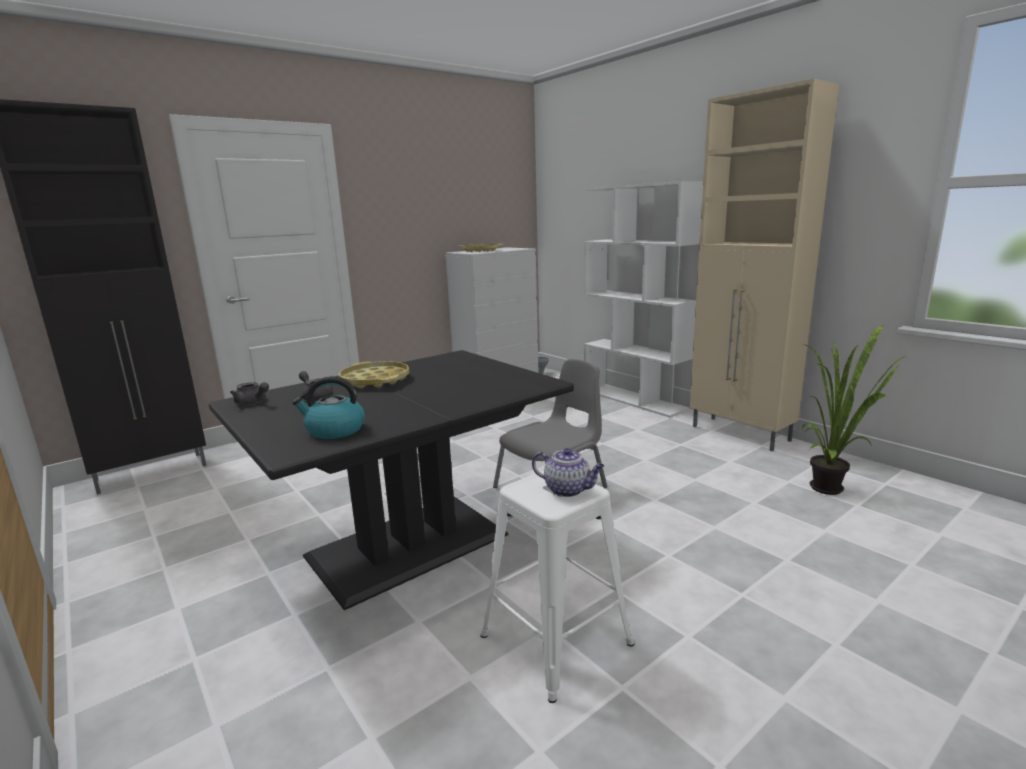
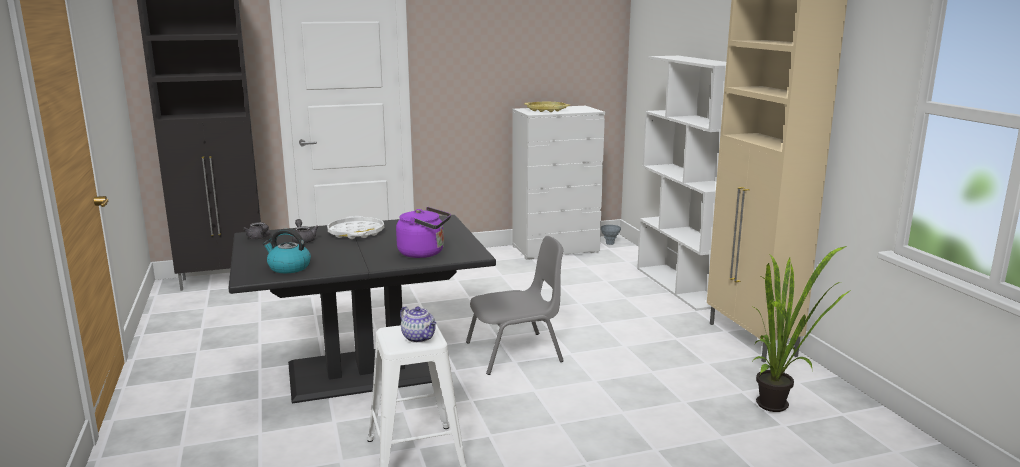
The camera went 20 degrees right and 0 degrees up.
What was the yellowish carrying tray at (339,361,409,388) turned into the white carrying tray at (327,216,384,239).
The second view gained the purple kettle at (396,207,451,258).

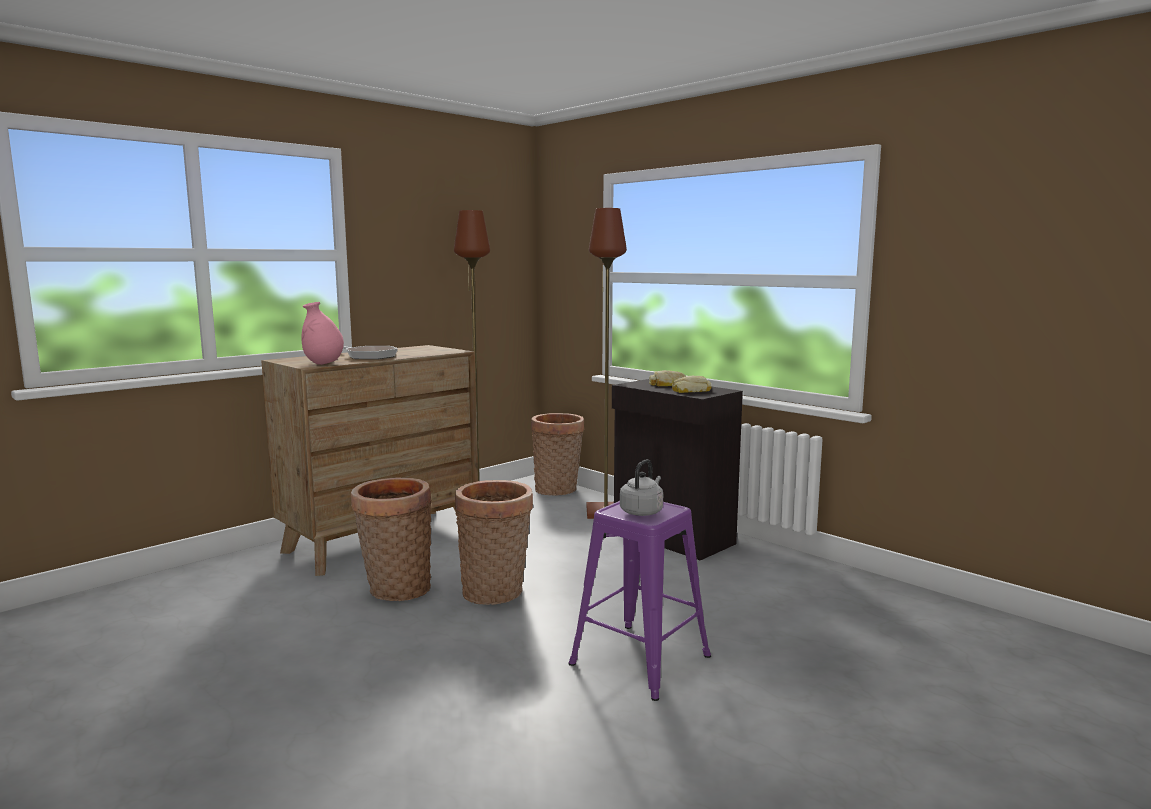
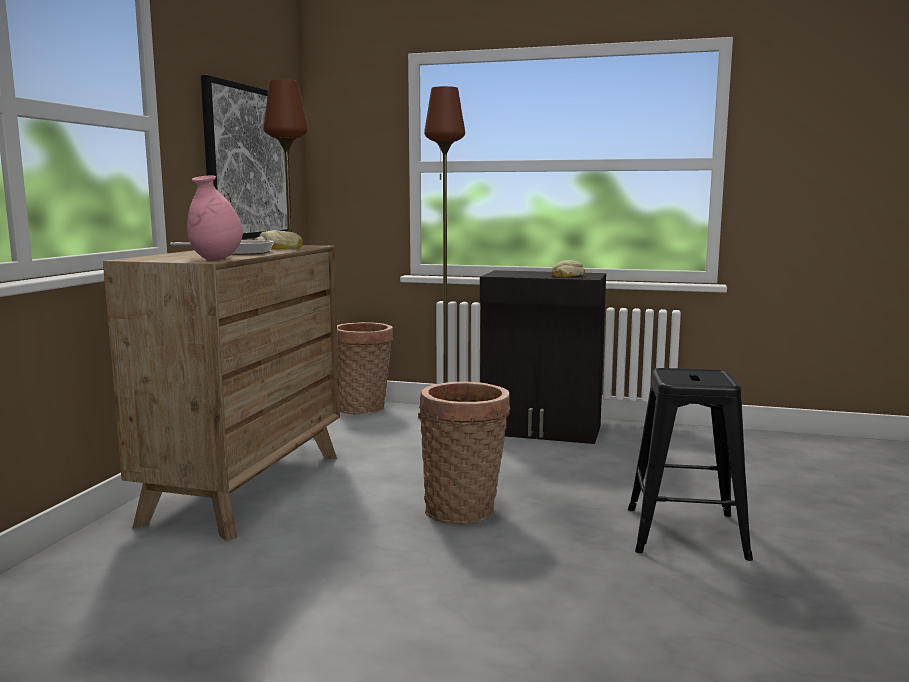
The camera went 30 degrees left and 0 degrees up.
The bakery bread ended up elsewhere, having gone from (649,370,686,386) to (255,230,303,250).
The second view lost the grey kettle at (620,459,663,516).
The second view lost the basket at (351,478,432,601).
What was the purple stool at (568,501,711,701) turned into the black-coloured stool at (628,368,753,561).
The second view gained the wall picture at (201,75,292,239).

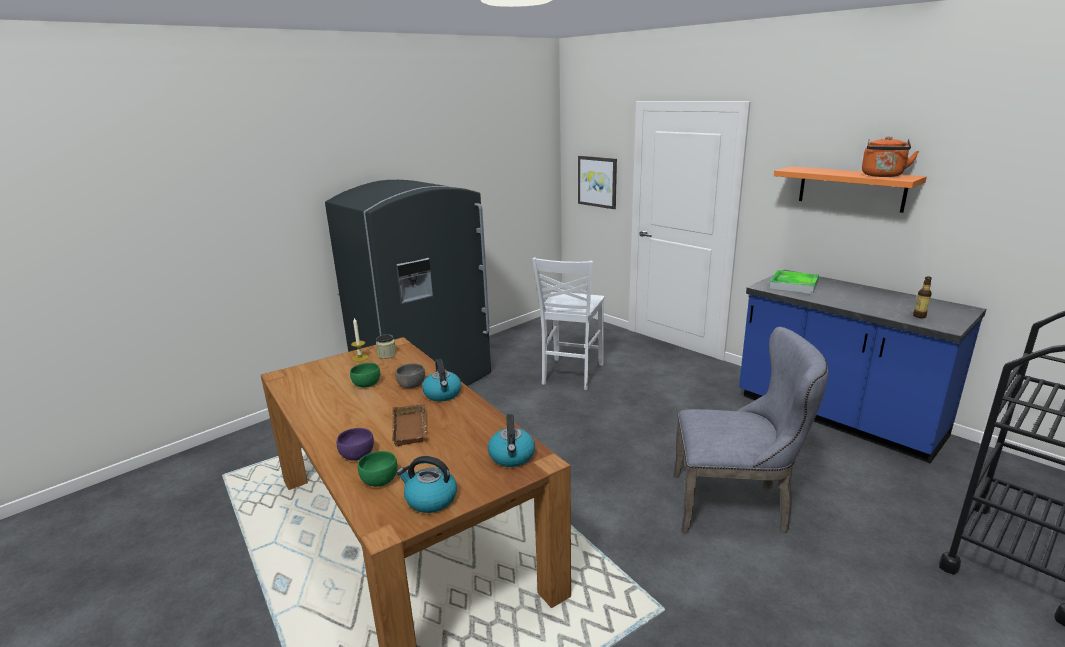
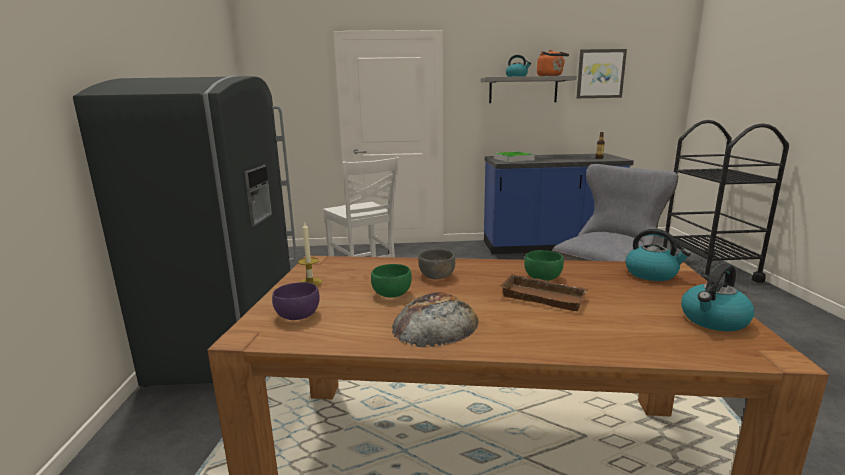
The camera went 50 degrees left and 5 degrees down.
The wall picture ended up elsewhere, having gone from (578,156,617,209) to (576,49,627,98).
What was the orangey wall shelf at (774,166,927,213) turned into the grey wall shelf at (481,76,577,103).
The second view lost the storage jar at (376,334,396,359).
The kettle ended up elsewhere, having gone from (422,359,462,401) to (506,55,531,77).
The purple serving bowl ended up elsewhere, having gone from (337,428,374,461) to (272,282,320,320).
The green-coloured serving bowl ended up elsewhere, having gone from (358,451,398,487) to (524,250,564,281).
The second view gained the bakery bread at (391,292,479,347).

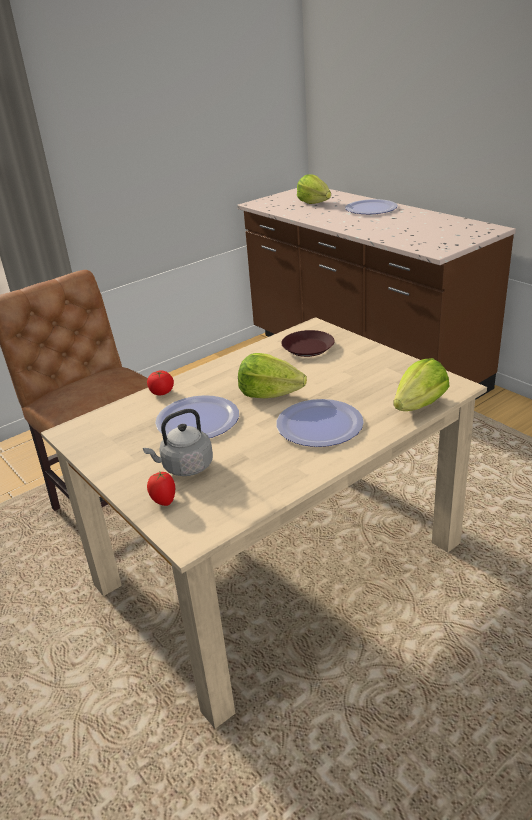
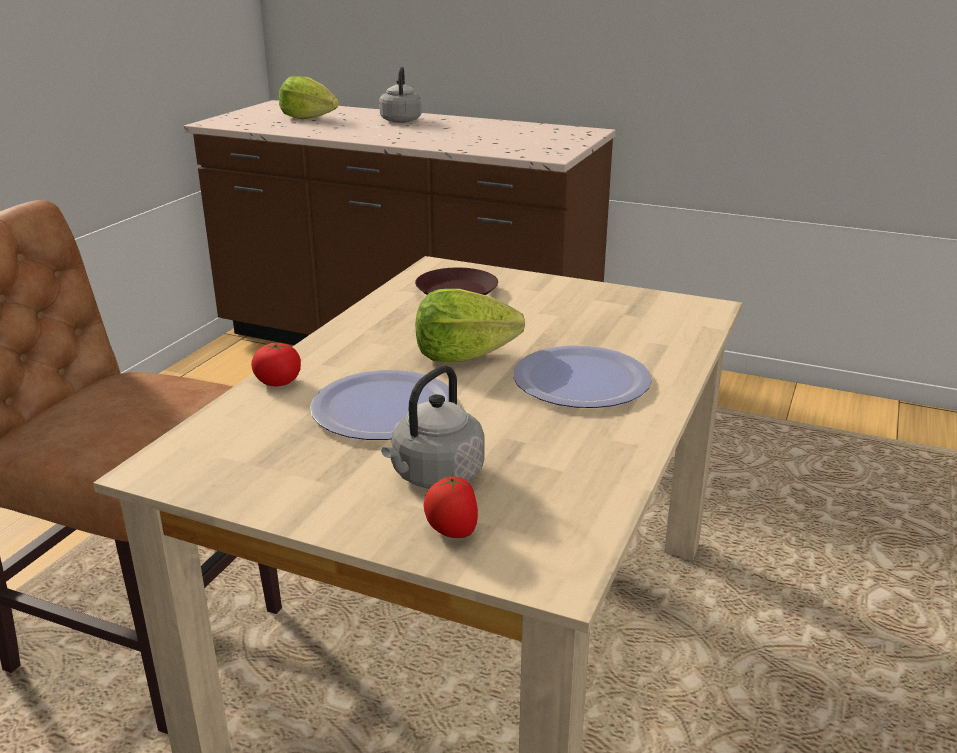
The camera went 30 degrees left and 5 degrees down.
Where the dinner plate stood at (345,199,398,214), the grey kettle came to stand at (379,66,422,123).
The second view lost the head of lettuce at (393,358,450,411).

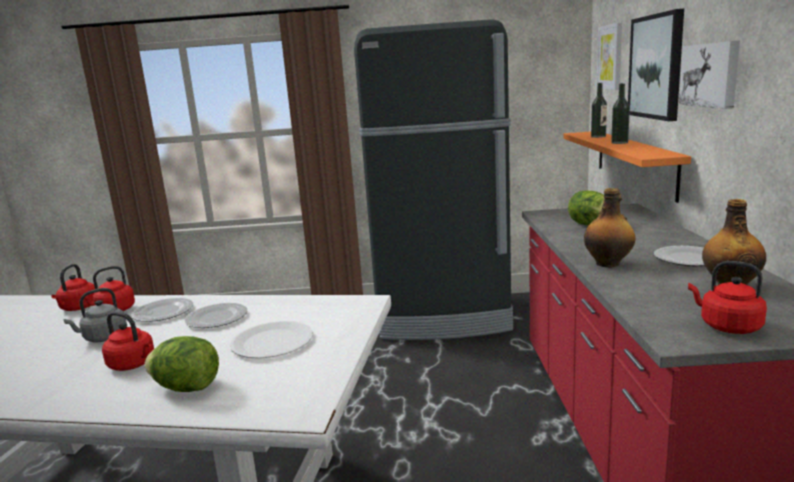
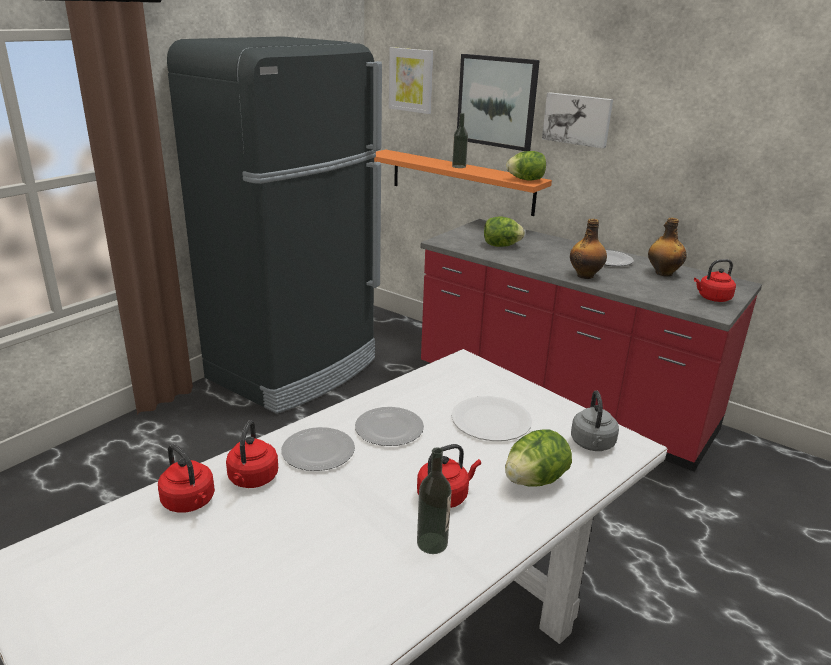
The camera went 55 degrees left and 10 degrees up.
The bottle ended up elsewhere, having gone from (591,83,607,138) to (417,447,452,554).
The grey kettle ended up elsewhere, having gone from (64,288,127,342) to (571,390,619,451).
The second view gained the head of lettuce at (506,151,546,181).

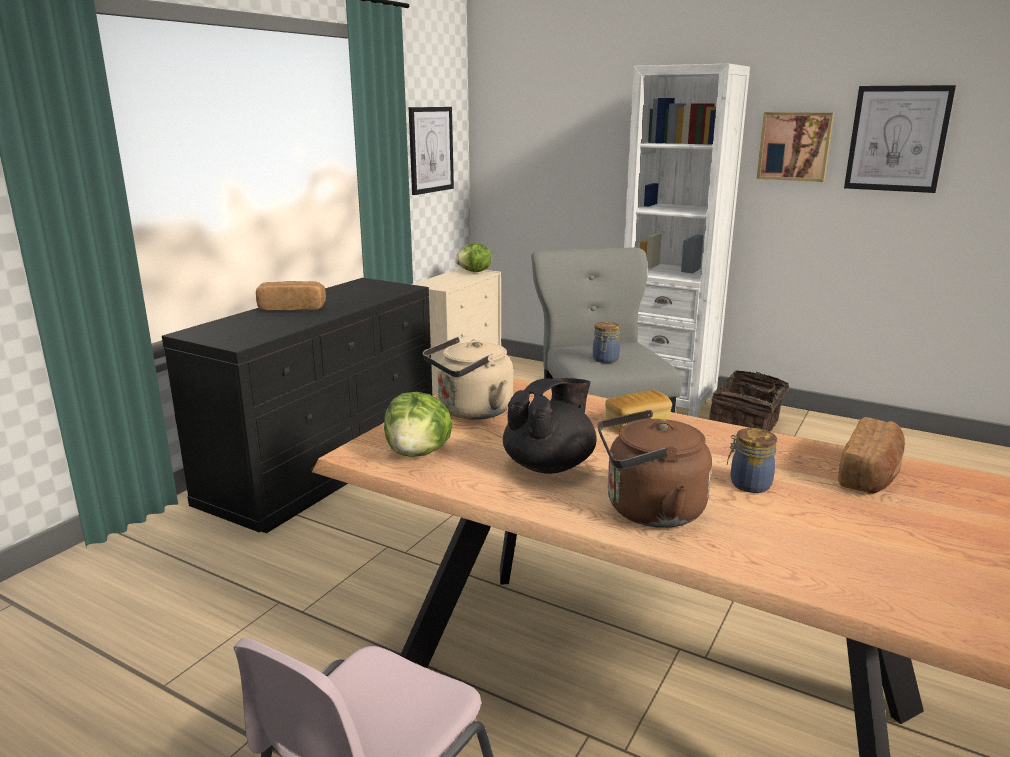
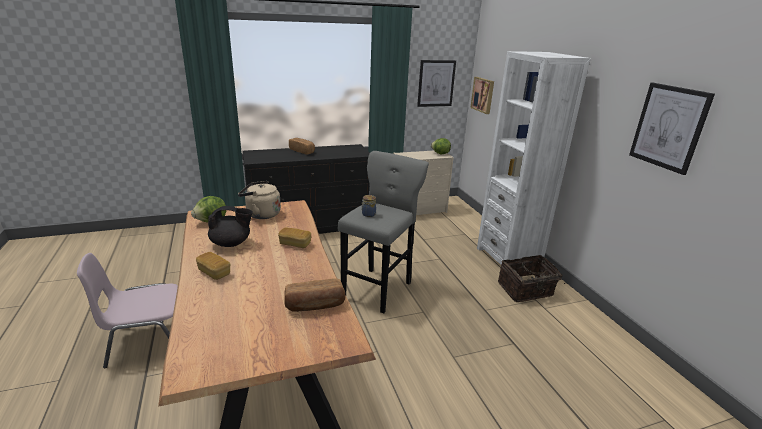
The camera went 40 degrees right and 5 degrees up.
The wall picture ended up elsewhere, having gone from (757,112,834,182) to (470,77,494,114).
Where the brown-coloured kettle stood at (598,410,712,528), the bakery bread came to stand at (196,252,231,280).
The second view lost the storage jar at (727,428,777,493).

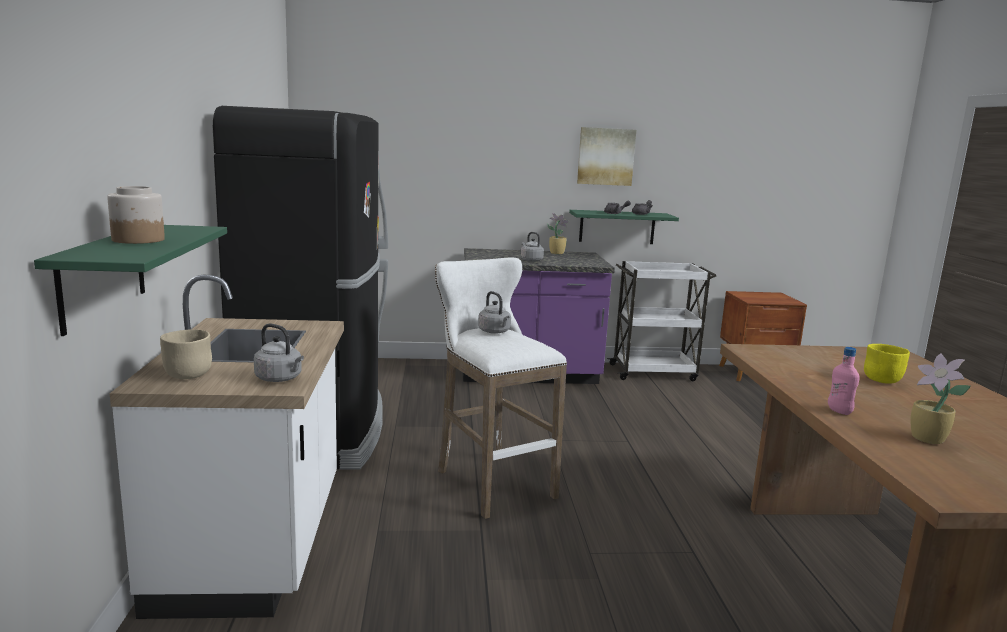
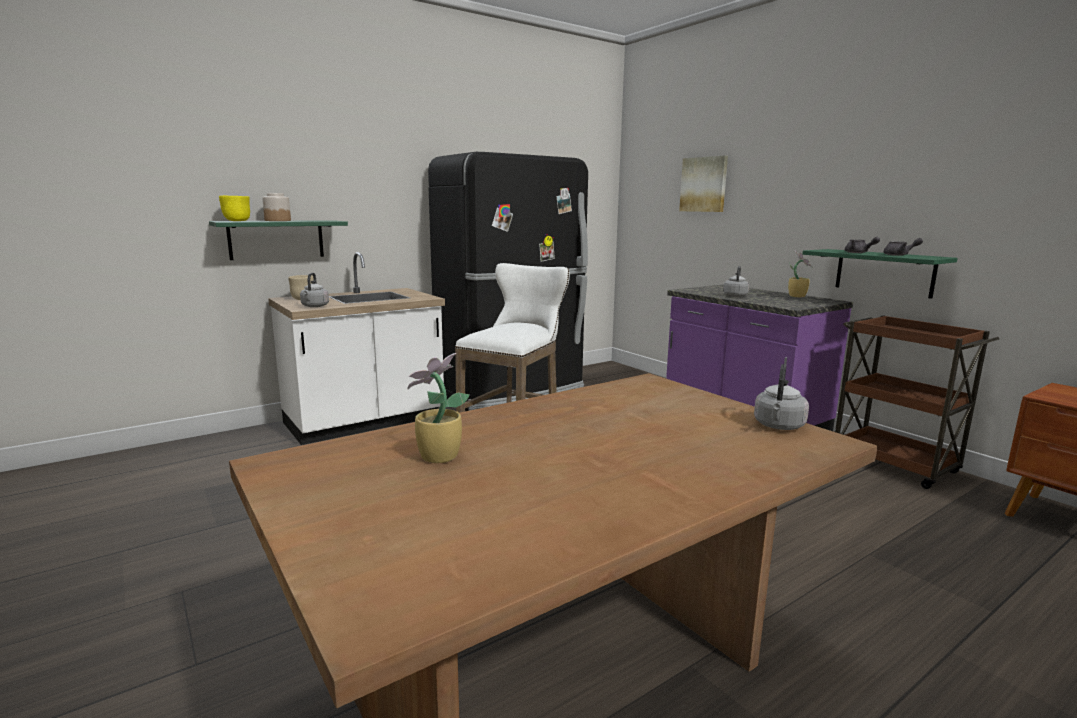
The camera went 60 degrees right and 0 degrees up.
The wall picture ended up elsewhere, having gone from (577,127,636,186) to (679,155,728,212).
What was the white trolley at (607,261,716,381) turned into the brown-coloured trolley at (835,315,999,489).
The grey kettle ended up elsewhere, having gone from (478,291,511,334) to (754,364,809,430).
The yellowish serving bowl ended up elsewhere, having gone from (864,344,910,384) to (219,195,250,221).
The second view lost the pink-coloured bottle at (828,347,860,415).

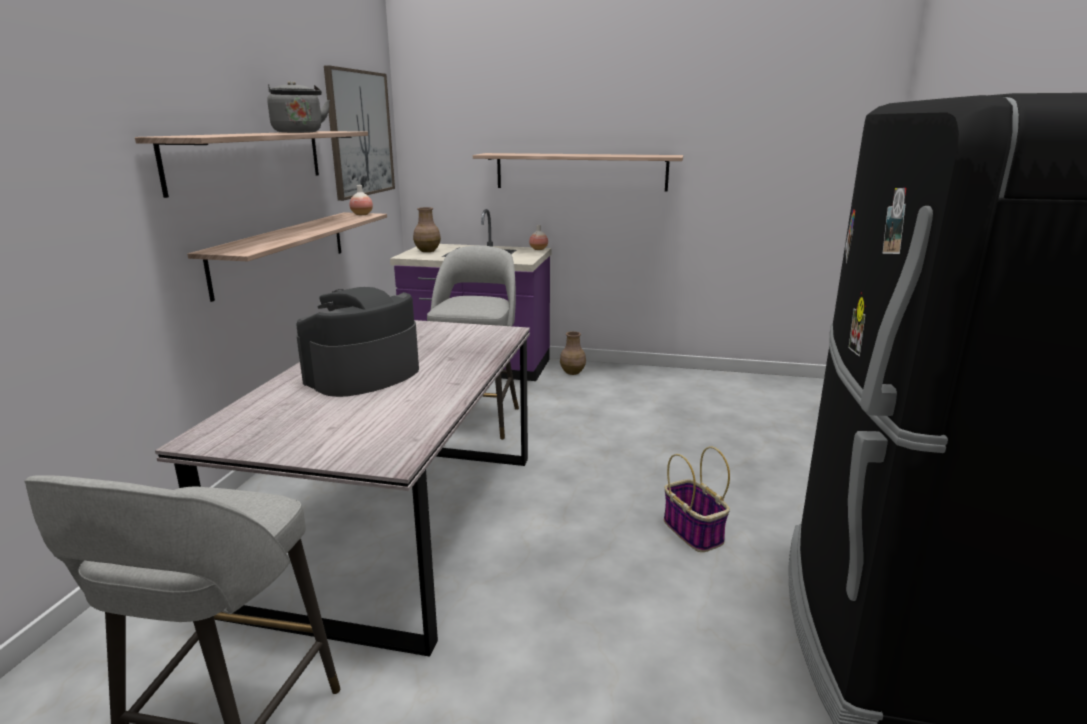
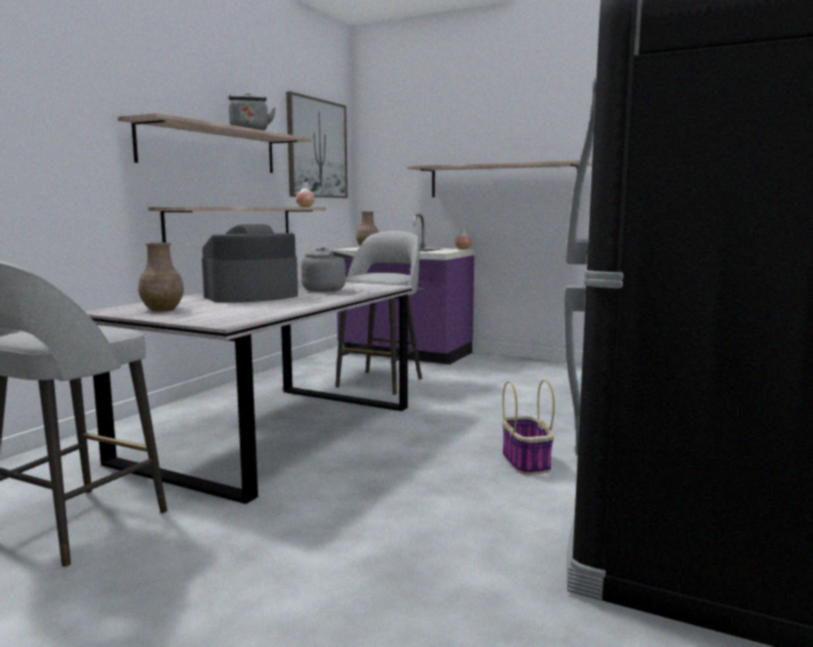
The camera went 15 degrees right and 10 degrees down.
The brown-coloured vase ended up elsewhere, having gone from (560,331,586,375) to (138,243,184,312).
The second view gained the grey kettle at (301,247,353,292).

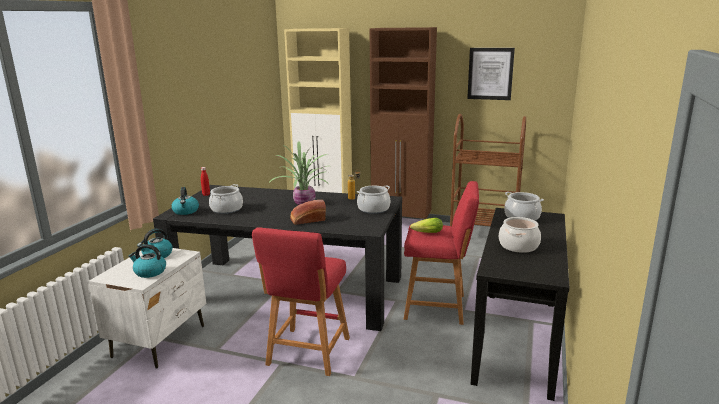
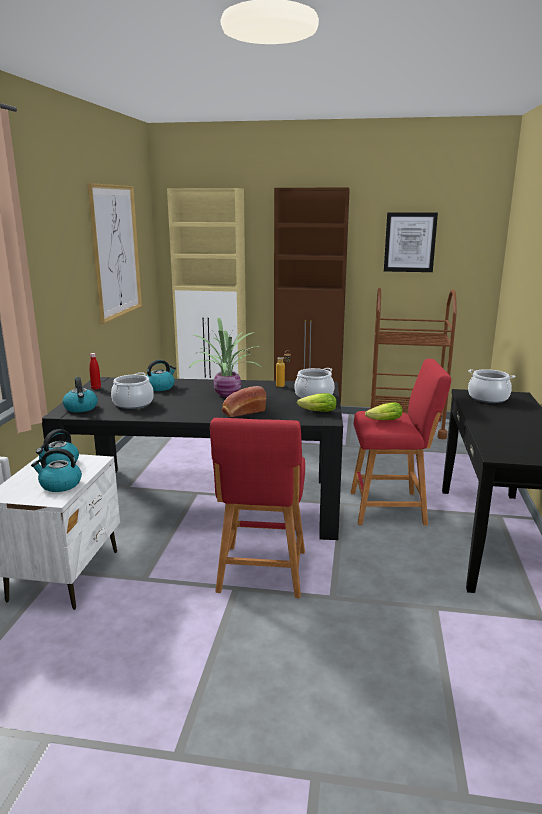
The camera went 10 degrees left and 0 degrees up.
The second view lost the stockpot at (499,217,541,253).
The second view gained the wall picture at (87,183,142,323).
The second view gained the kettle at (146,360,176,391).
The second view gained the head of lettuce at (297,393,337,412).

